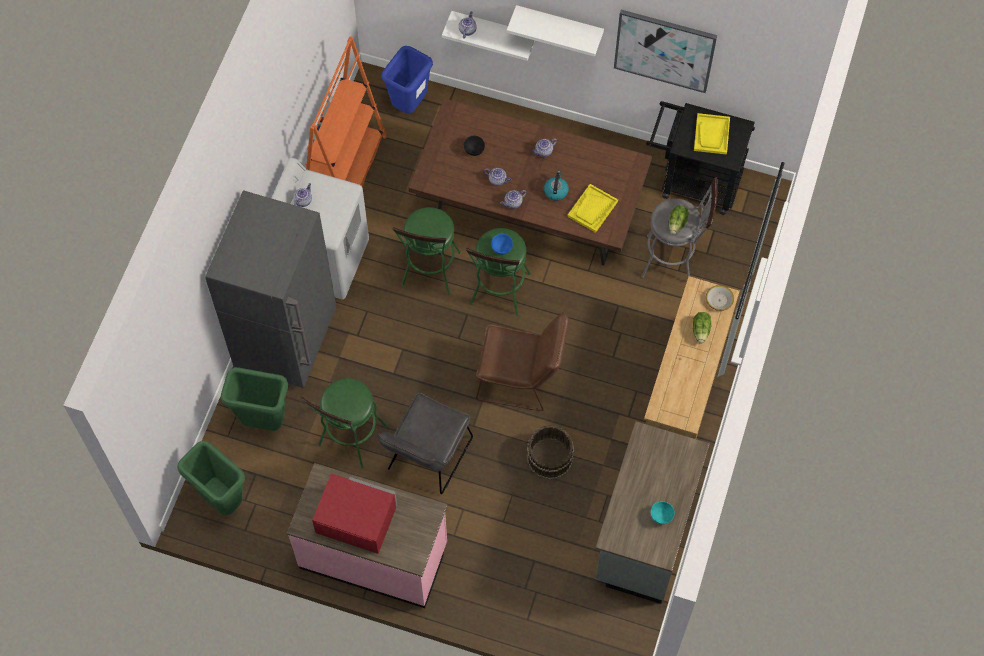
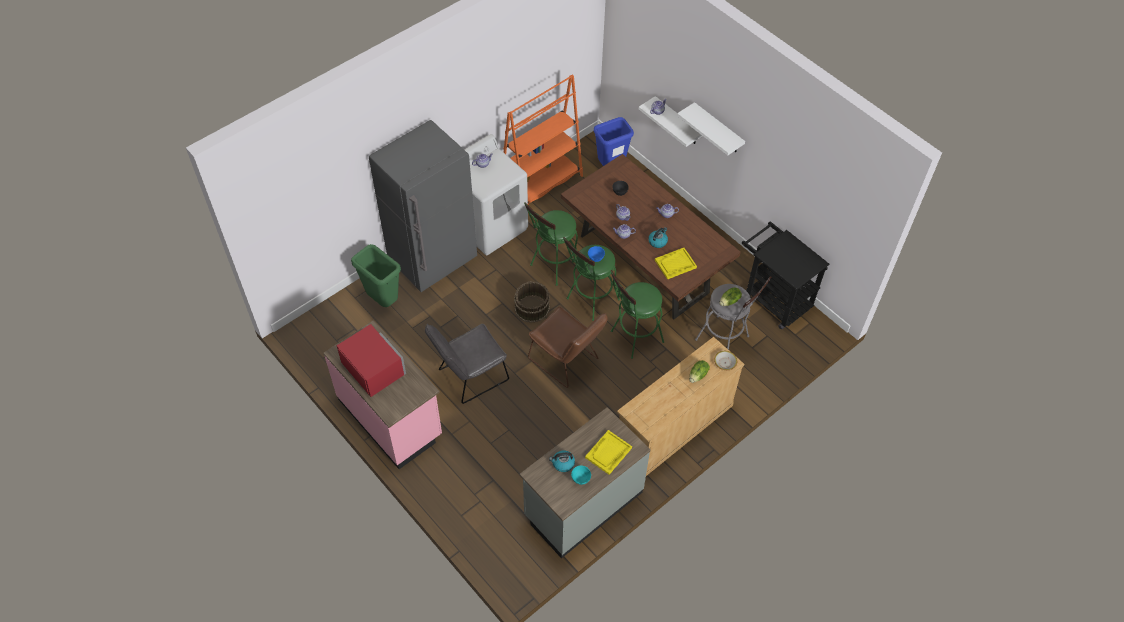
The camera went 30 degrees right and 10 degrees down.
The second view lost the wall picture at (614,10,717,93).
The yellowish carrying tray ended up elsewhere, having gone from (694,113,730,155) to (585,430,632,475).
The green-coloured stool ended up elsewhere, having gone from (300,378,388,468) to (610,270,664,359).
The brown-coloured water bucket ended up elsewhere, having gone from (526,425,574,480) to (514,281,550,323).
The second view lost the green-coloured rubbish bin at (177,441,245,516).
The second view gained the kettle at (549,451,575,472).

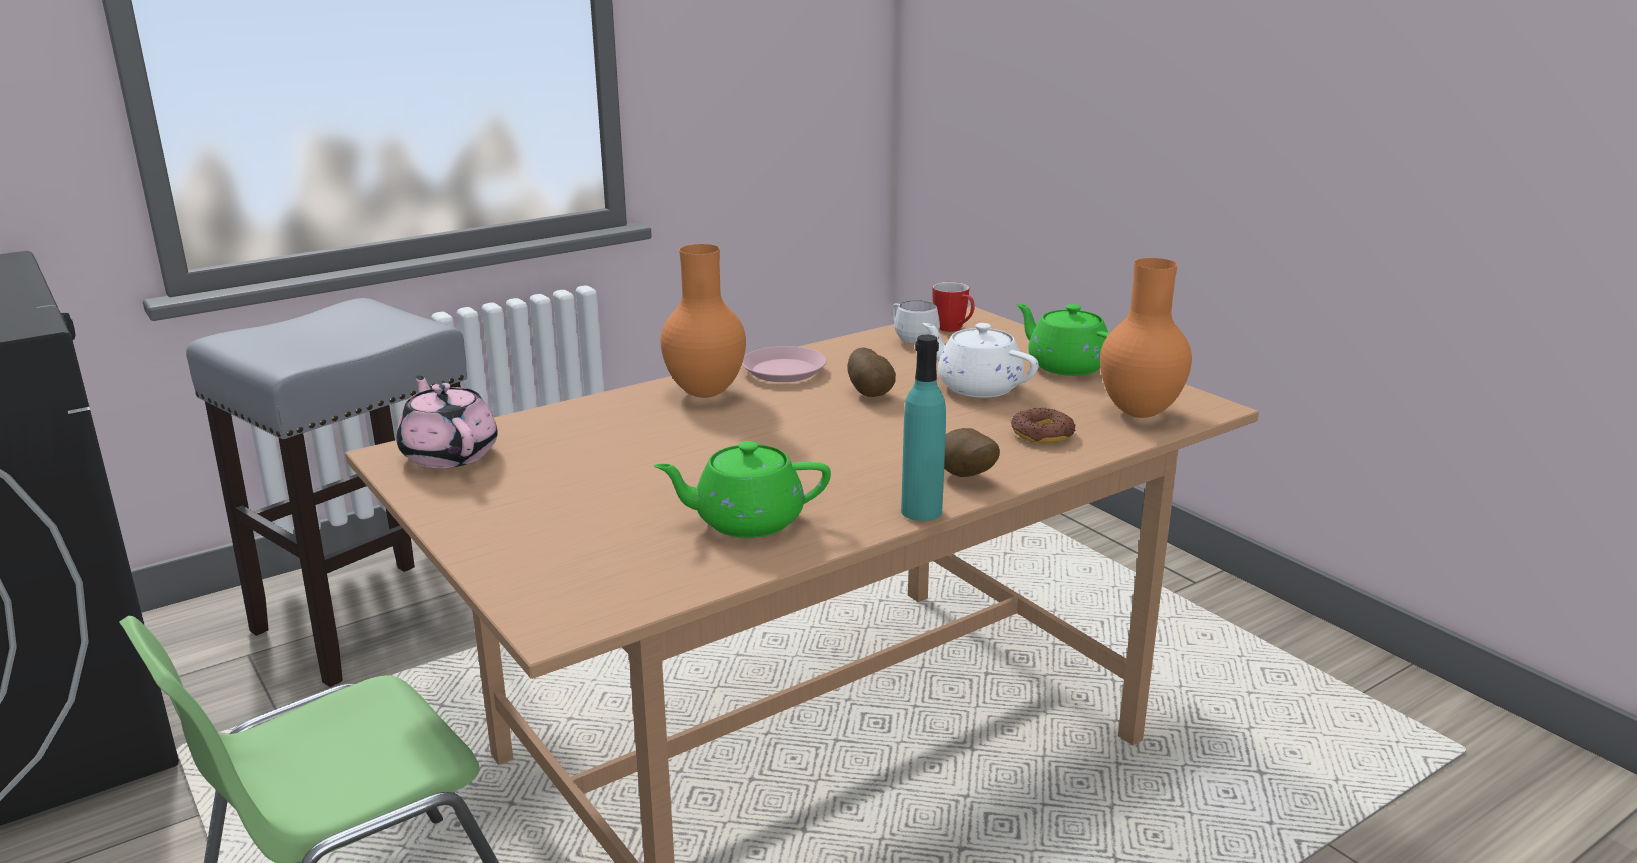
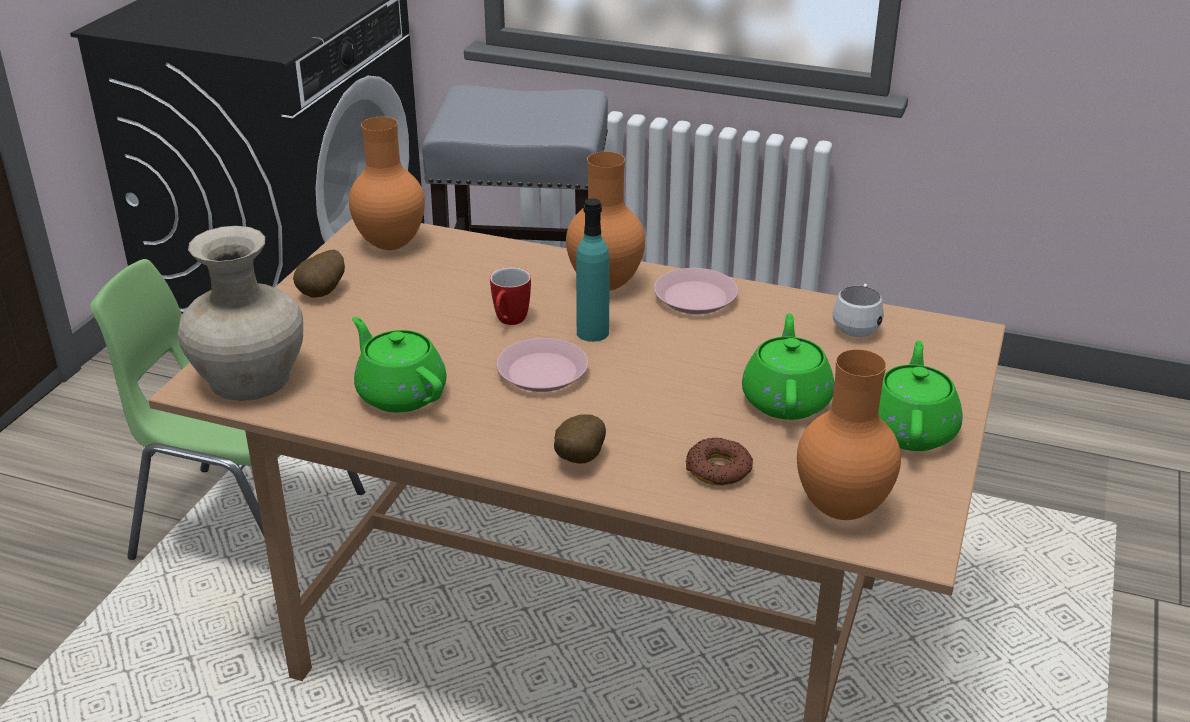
The camera went 55 degrees right and 10 degrees up.
The coffee mug ended up elsewhere, having gone from (932,282,975,332) to (490,267,531,325).
What was the white teapot at (922,323,1039,398) turned into the green-coloured teapot at (742,313,834,420).
The blue-green bottle ended up elsewhere, having gone from (901,335,946,521) to (576,198,610,342).
The spud ended up elsewhere, having gone from (847,347,896,397) to (293,249,345,298).
Where the pink-coloured teapot stood at (396,375,498,468), the orangey vase came to stand at (349,117,425,250).
The second view gained the beige-coloured vase at (178,226,303,401).
The second view gained the pink-coloured dinner plate at (497,338,588,392).

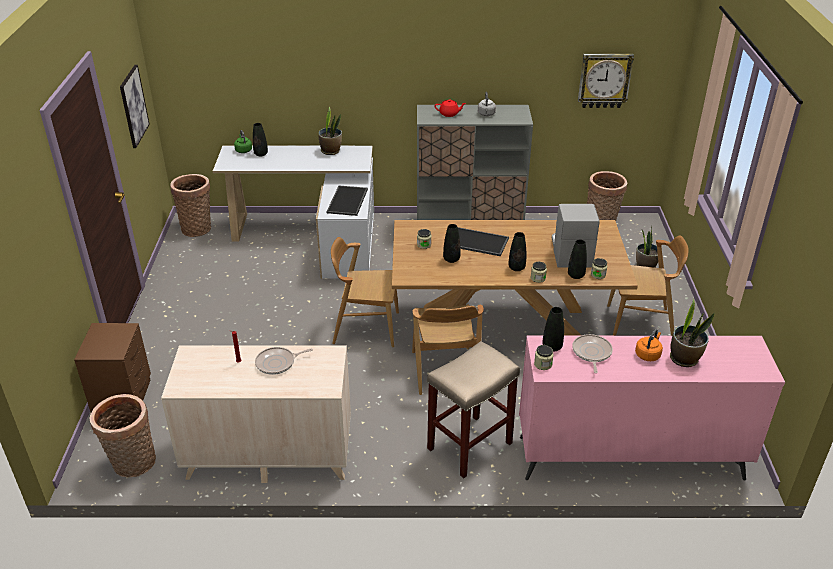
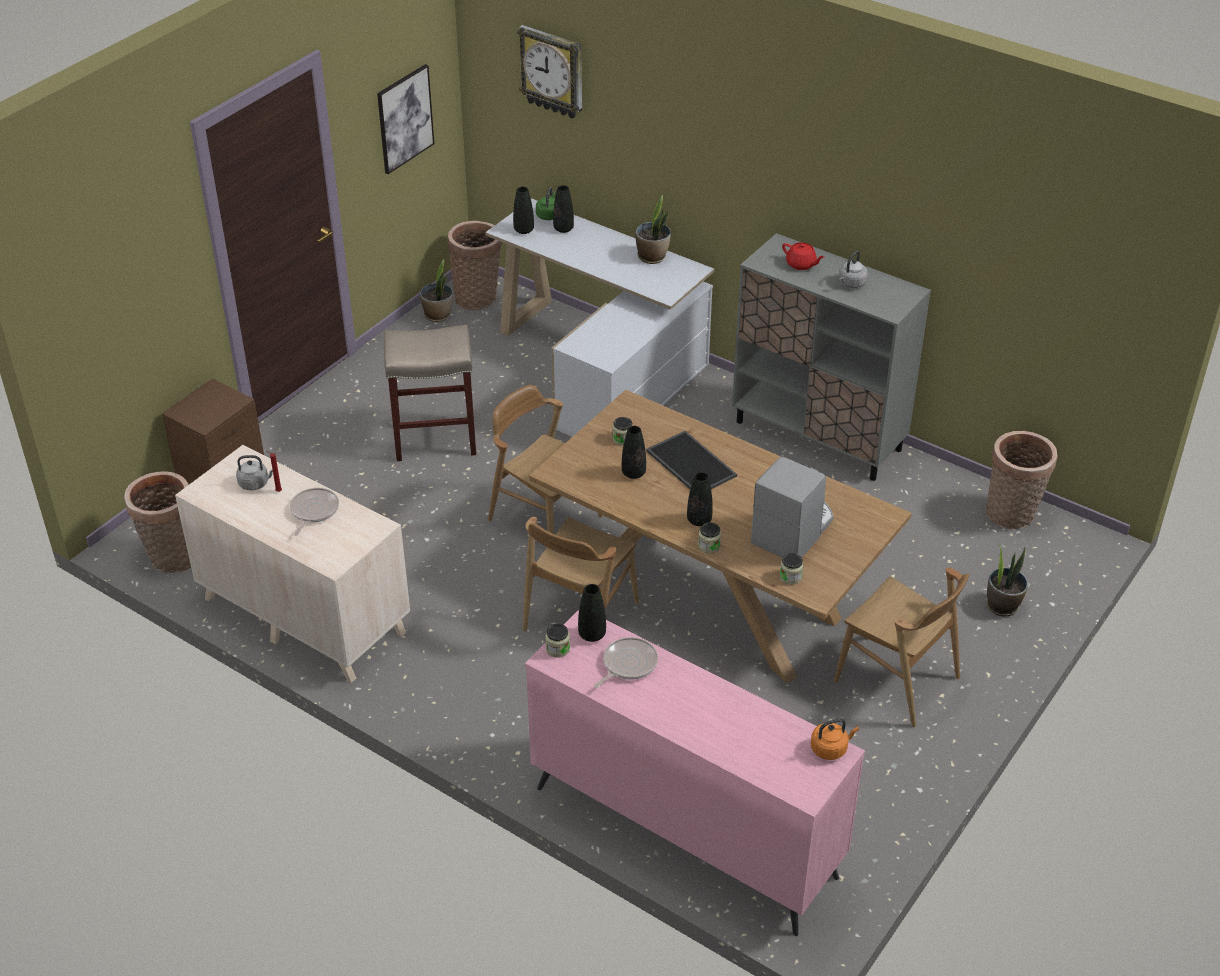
The camera went 35 degrees right and 5 degrees up.
The hanging clock ended up elsewhere, having gone from (578,54,634,108) to (517,25,582,119).
The second view lost the carrying tray at (327,186,368,216).
The black-coloured vase ended up elsewhere, having gone from (568,239,587,279) to (513,187,534,234).
The potted plant ended up elsewhere, having gone from (670,299,715,367) to (420,259,453,322).
The orangey kettle ended up elsewhere, having gone from (635,329,663,361) to (811,718,859,760).
The beige-coloured stool ended up elsewhere, having gone from (427,341,520,478) to (384,325,476,461).
The pan at (255,347,313,375) ended up facing another way, 90 degrees clockwise from before.
The second view gained the grey kettle at (236,455,273,490).

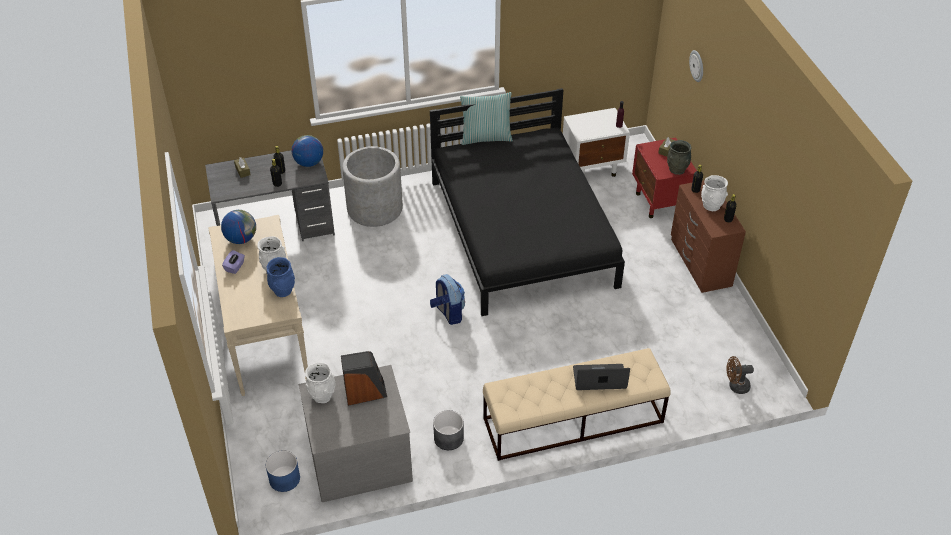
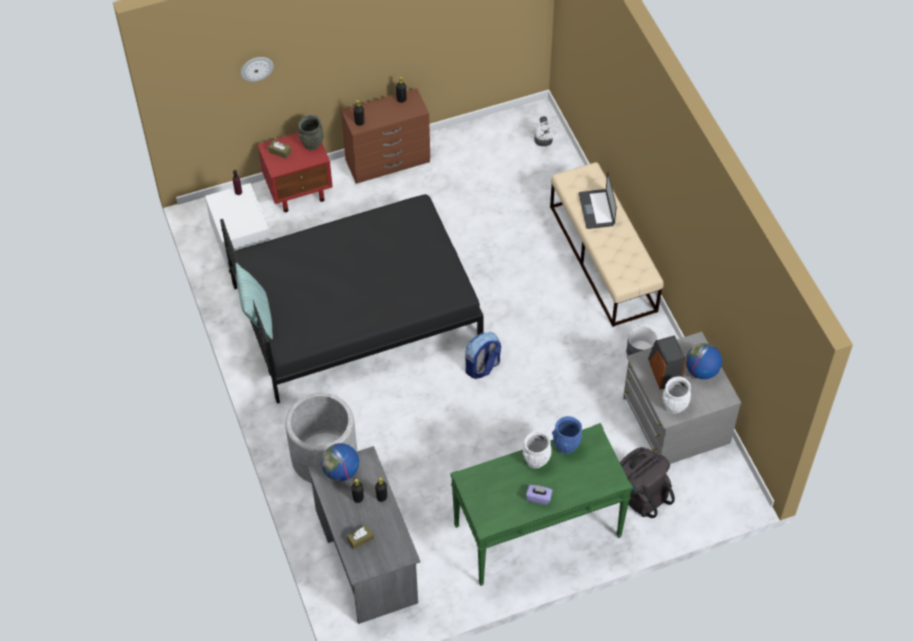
The camera went 95 degrees left and 10 degrees up.
The second view lost the white vase at (701,175,728,211).
The world globe ended up elsewhere, having gone from (221,210,256,244) to (686,343,722,379).
What was the beige-coloured hall table at (208,215,308,396) turned into the green-coloured hall table at (450,423,633,586).
What was the brown-coloured fan at (727,356,754,394) turned into the white fan at (534,116,558,146).
The second view lost the blue-coloured flower pot at (266,450,300,492).
The second view gained the black-coloured knapsack at (620,447,675,518).

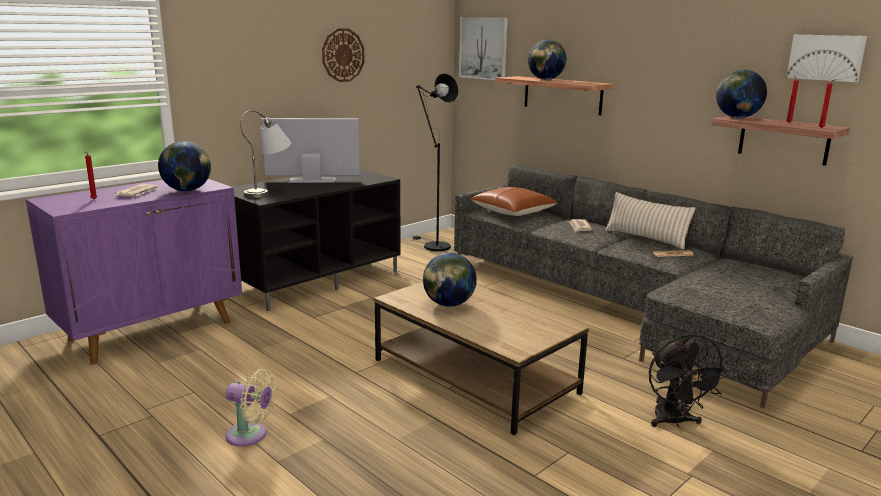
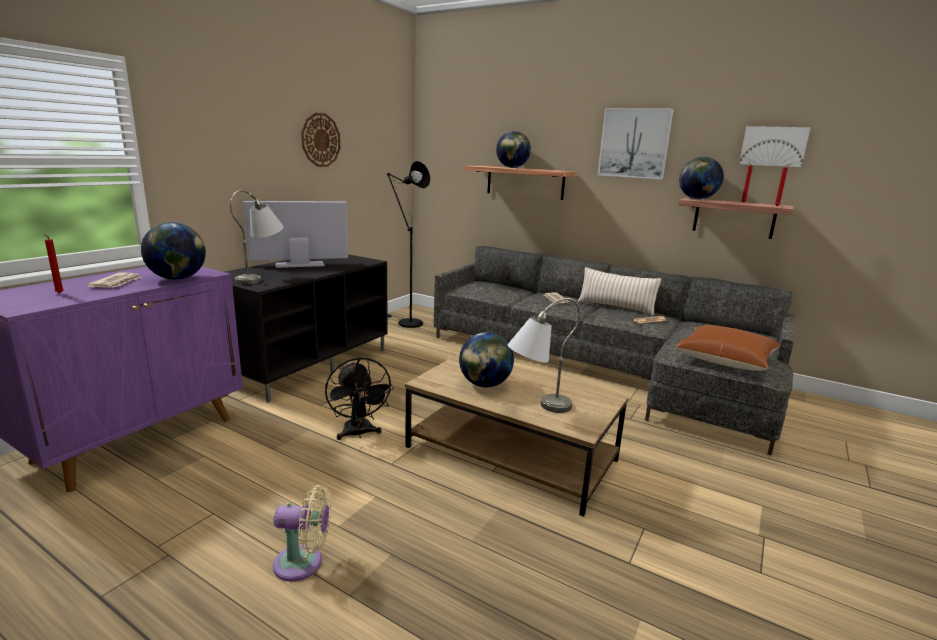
The camera went 15 degrees left and 0 degrees up.
The wall picture ended up elsewhere, having gone from (459,17,508,80) to (598,108,673,179).
The brown-coloured pillow ended up elsewhere, having gone from (471,187,557,216) to (676,325,780,371).
The black-coloured fan ended up elsewhere, having gone from (649,334,730,427) to (325,357,394,440).
The second view gained the grey lamp for a table at (508,298,580,413).

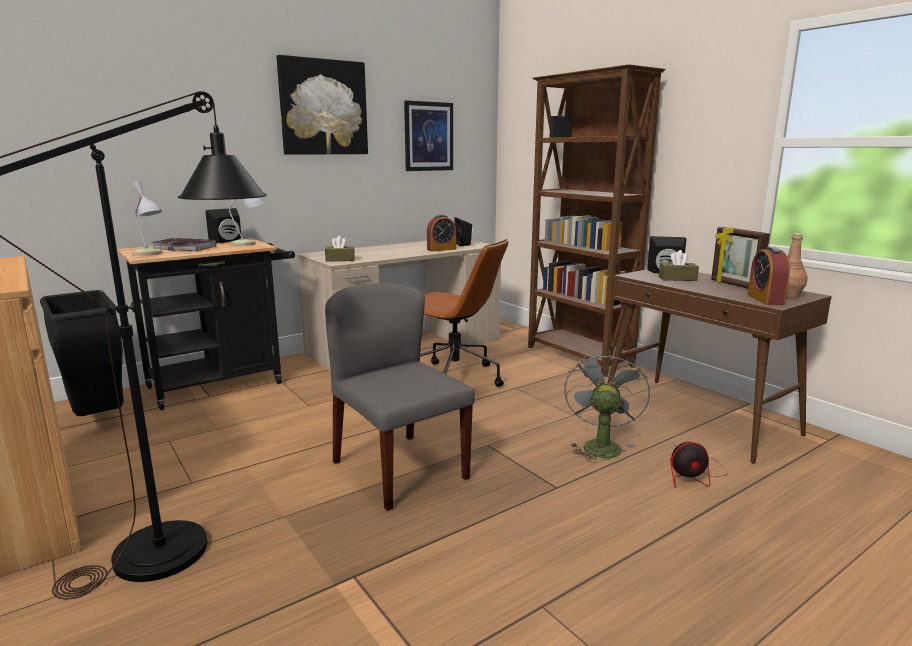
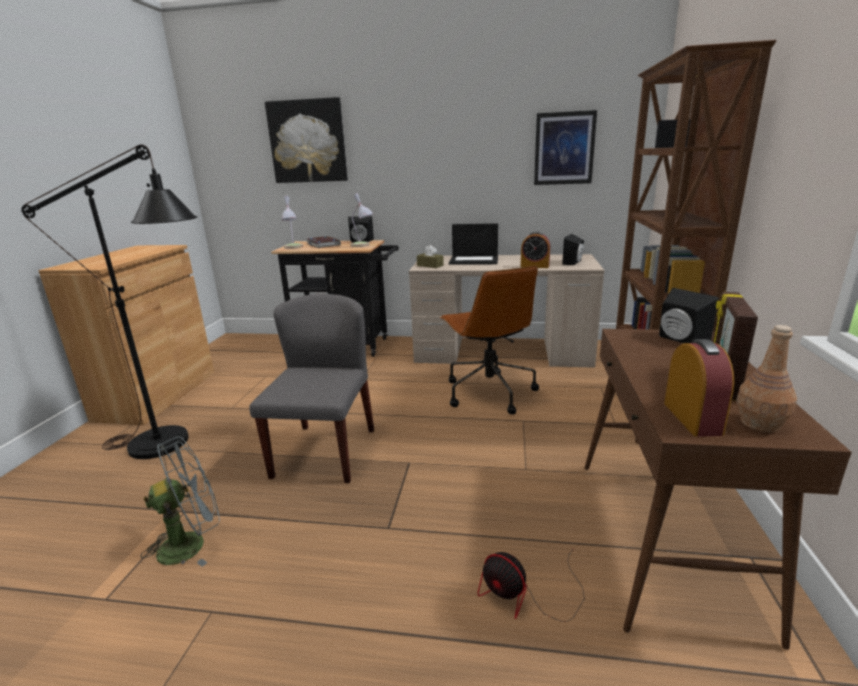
The camera went 45 degrees right and 5 degrees up.
The wall picture ended up elsewhere, having gone from (276,55,368,155) to (265,97,348,183).
The bedside clock at (748,247,790,305) ended up facing another way, 135 degrees clockwise from before.
The second view lost the brown-coloured tissue holder at (659,250,699,281).
The second view lost the black-coloured rubbish bin at (40,290,124,416).
The grey fan ended up elsewhere, having gone from (564,350,650,463) to (141,437,220,567).
The second view gained the portable computer at (449,223,498,265).

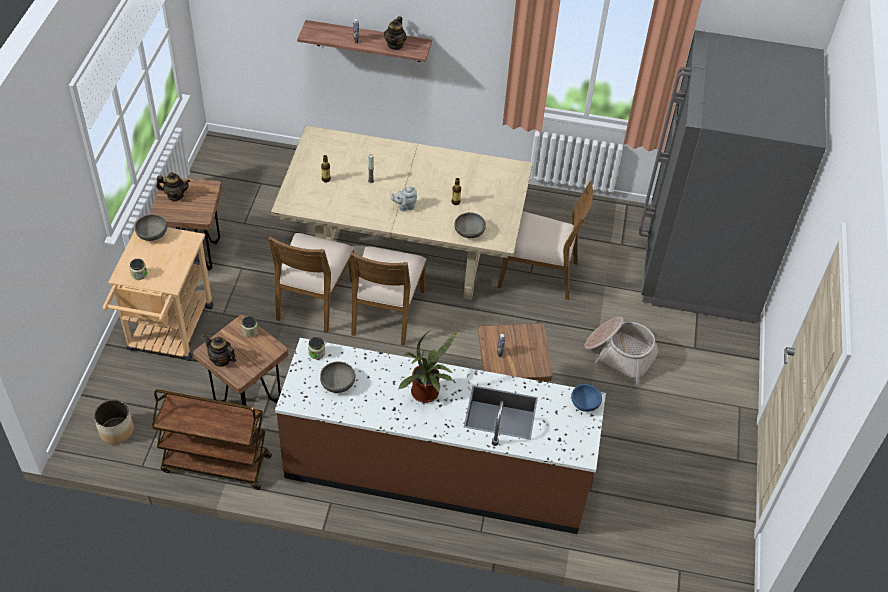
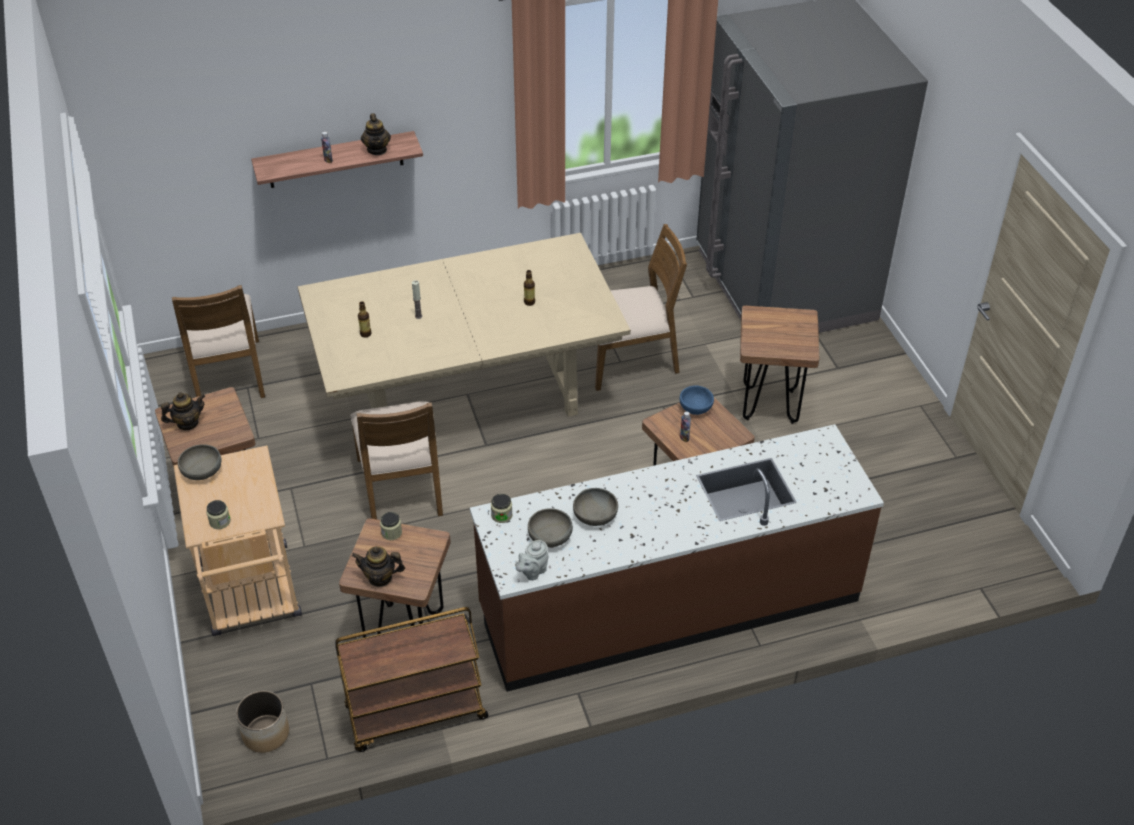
The camera went 25 degrees left and 5 degrees down.
The grey teapot ended up elsewhere, having gone from (391,187,417,212) to (515,540,548,580).
The grey serving bowl ended up elsewhere, having gone from (454,212,486,238) to (573,488,618,526).
The brown-coloured chair ended up elsewhere, having gone from (350,246,426,345) to (172,285,265,398).
Where the basket stood at (585,317,660,386), the brown-coloured stool came to stand at (740,305,819,424).
The second view lost the potted plant at (398,328,457,403).
The blue-coloured serving bowl ended up elsewhere, having gone from (571,384,602,412) to (680,386,714,415).

